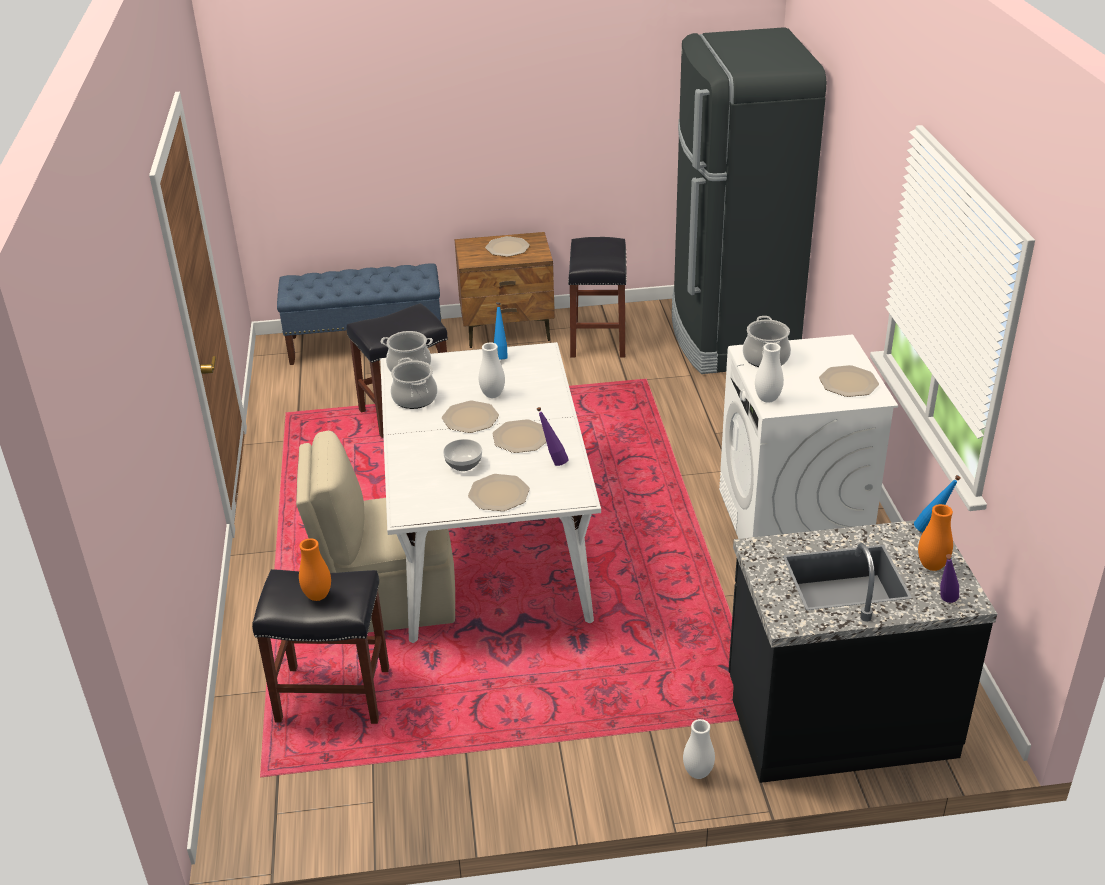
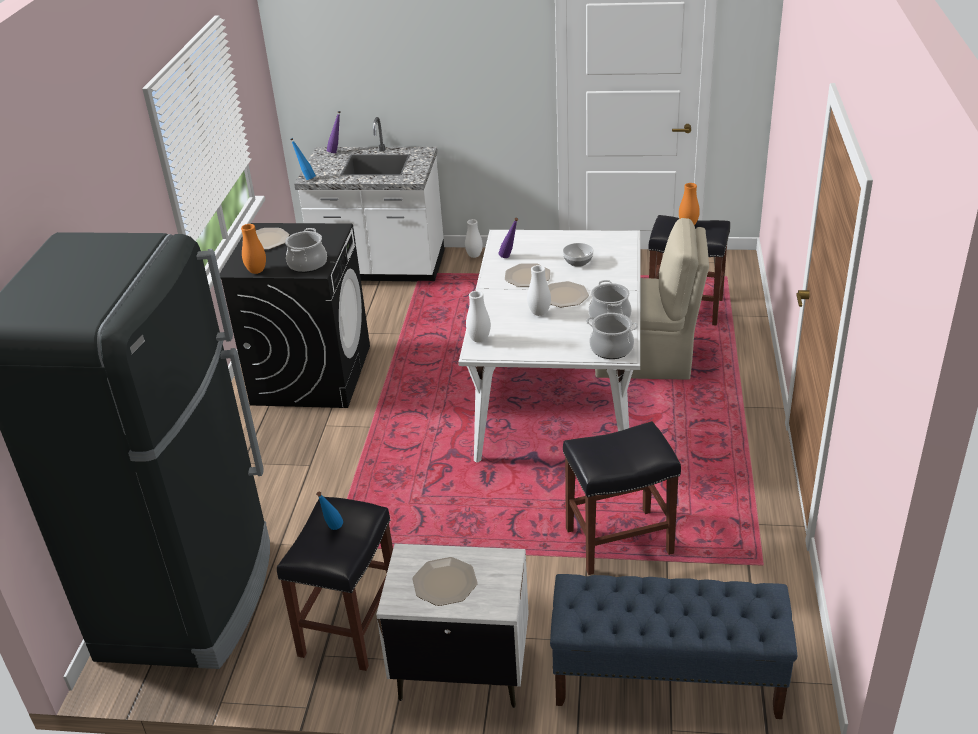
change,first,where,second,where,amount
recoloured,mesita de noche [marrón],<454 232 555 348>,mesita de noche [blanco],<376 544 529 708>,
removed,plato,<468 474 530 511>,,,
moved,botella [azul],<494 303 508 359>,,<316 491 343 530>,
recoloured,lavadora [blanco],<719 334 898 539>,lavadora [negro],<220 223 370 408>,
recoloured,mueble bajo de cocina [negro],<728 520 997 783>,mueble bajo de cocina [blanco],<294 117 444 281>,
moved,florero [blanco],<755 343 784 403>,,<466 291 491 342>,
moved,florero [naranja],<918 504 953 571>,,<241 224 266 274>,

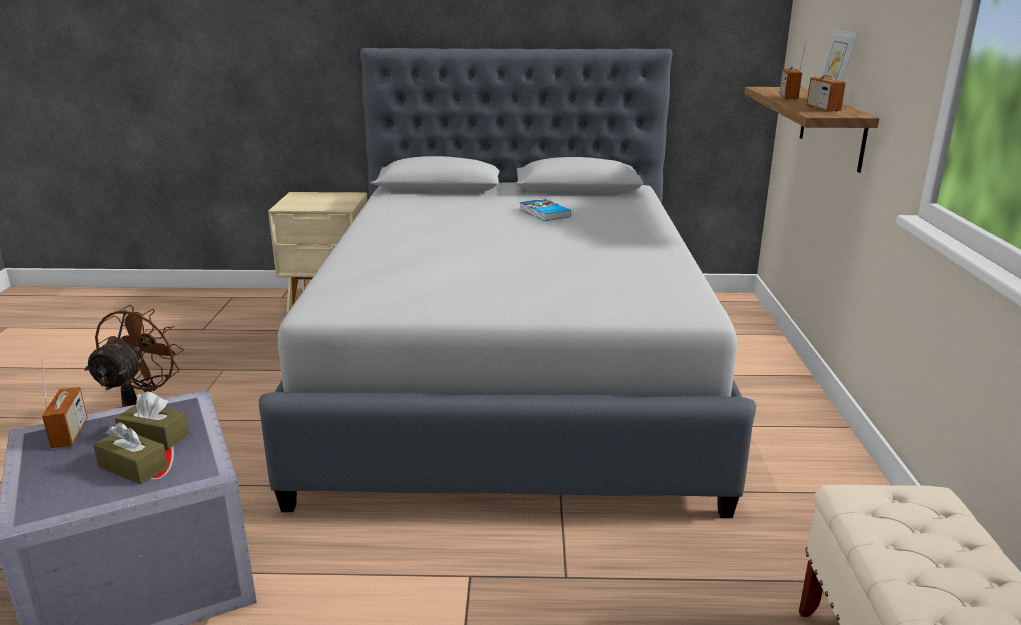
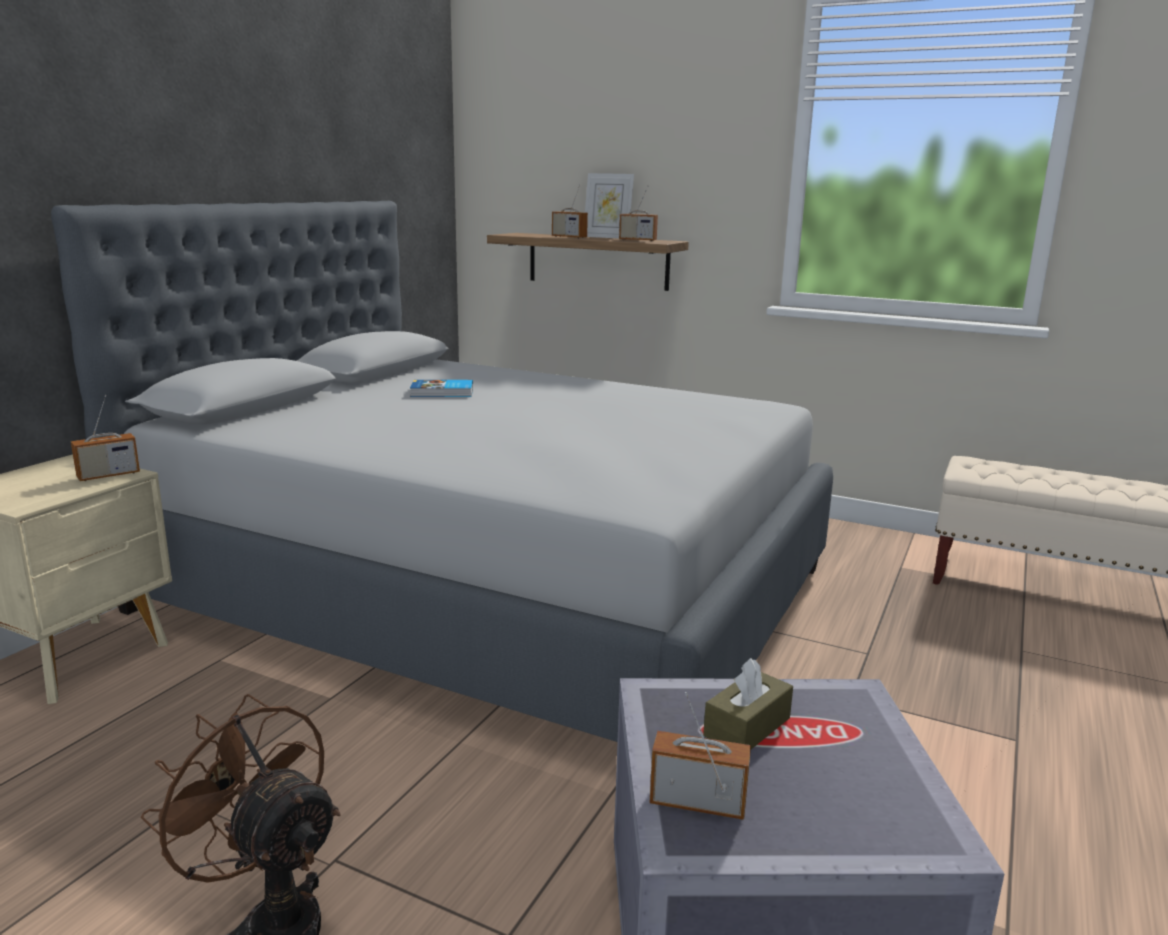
change,first,where,second,where,amount
removed,caja de pañuelos [marrón],<93 422 168 485>,,,
added,,,radio,<71 395 140 481>,

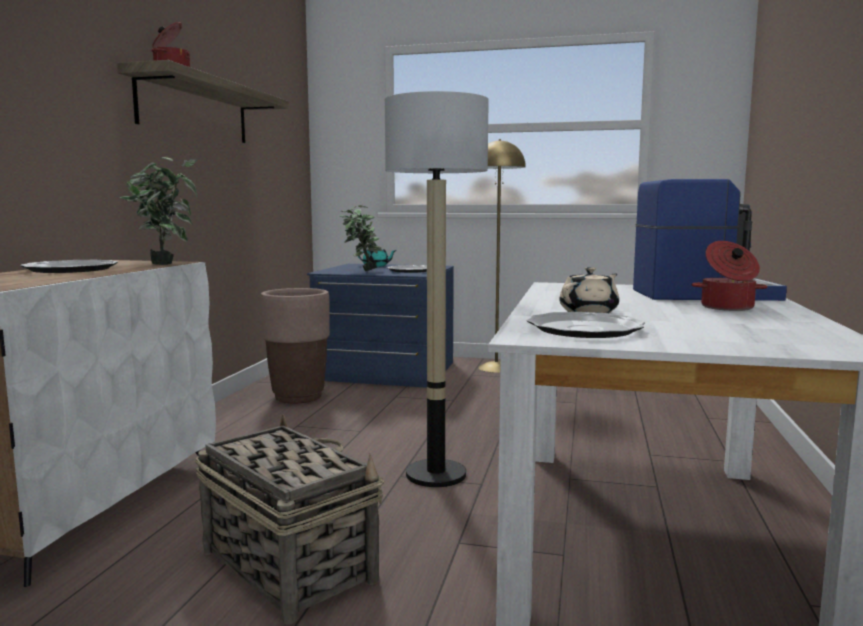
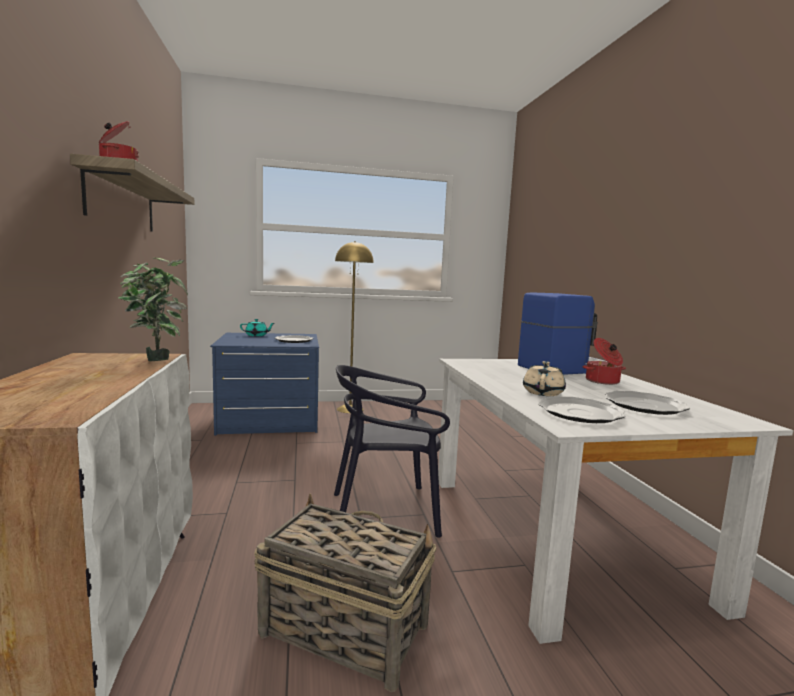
change,first,where,second,where,amount
moved,plato,<20 260 118 273>,,<605 391 690 415>,
removed,maceta [marrón],<260 288 330 403>,,,
removed,planta en maceta,<340 205 383 271>,,,
replaced,lámpara de pie,<385 91 489 487>,silla [negro],<334 365 450 538>,

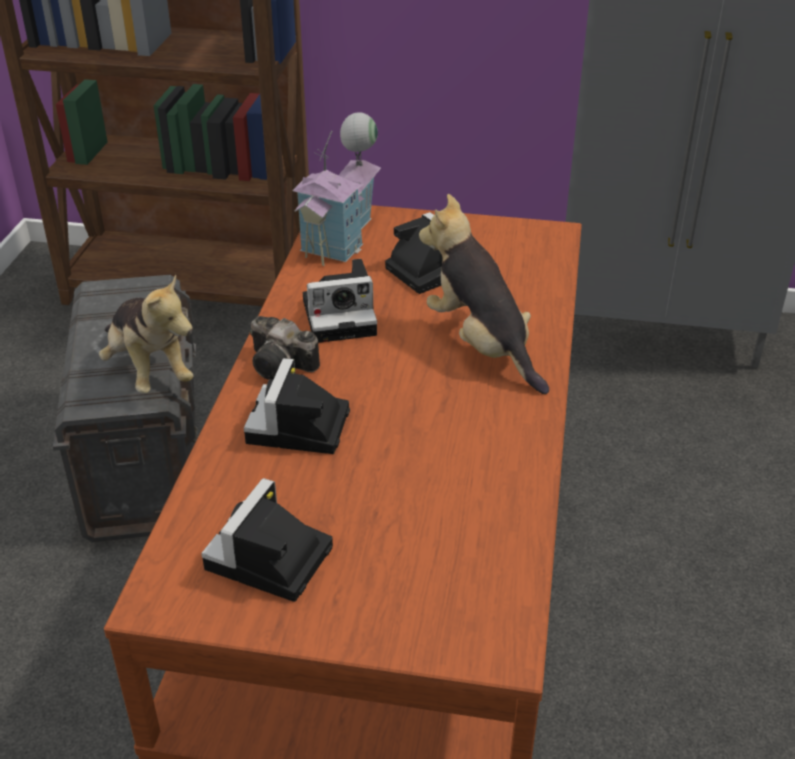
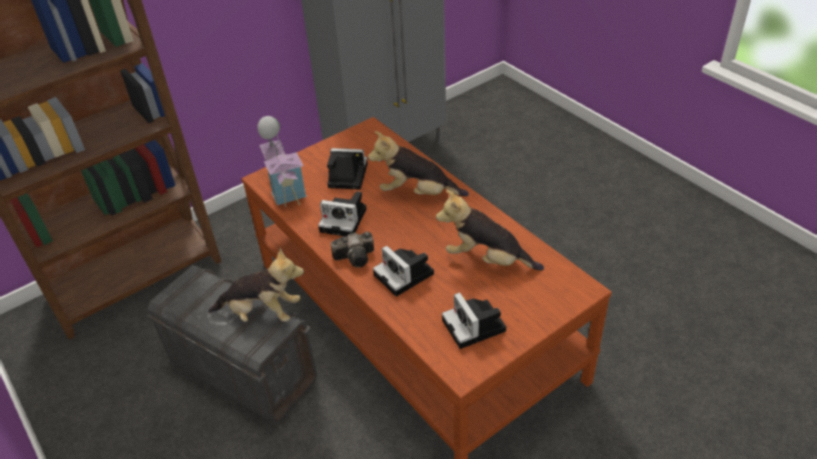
change,first,where,second,where,amount
turned,cámara,<303 259 377 343>,,<318 191 367 236>,75 degrees clockwise
added,,,peluche,<436 190 544 270>,

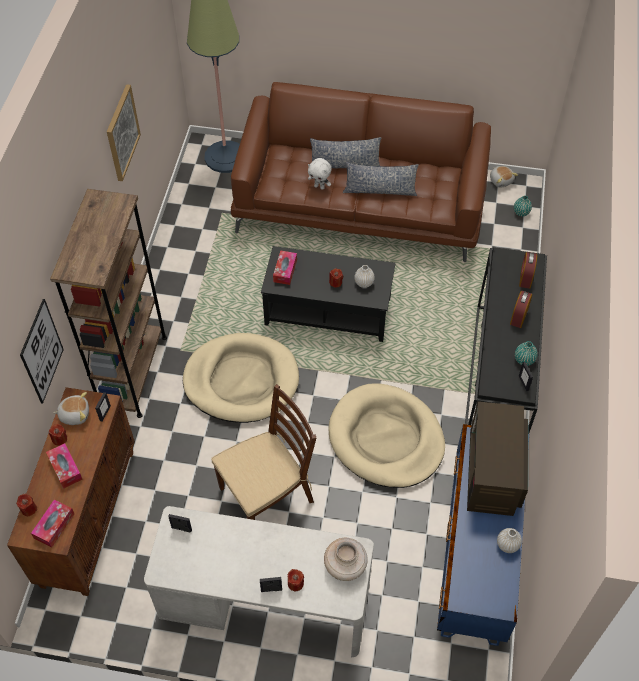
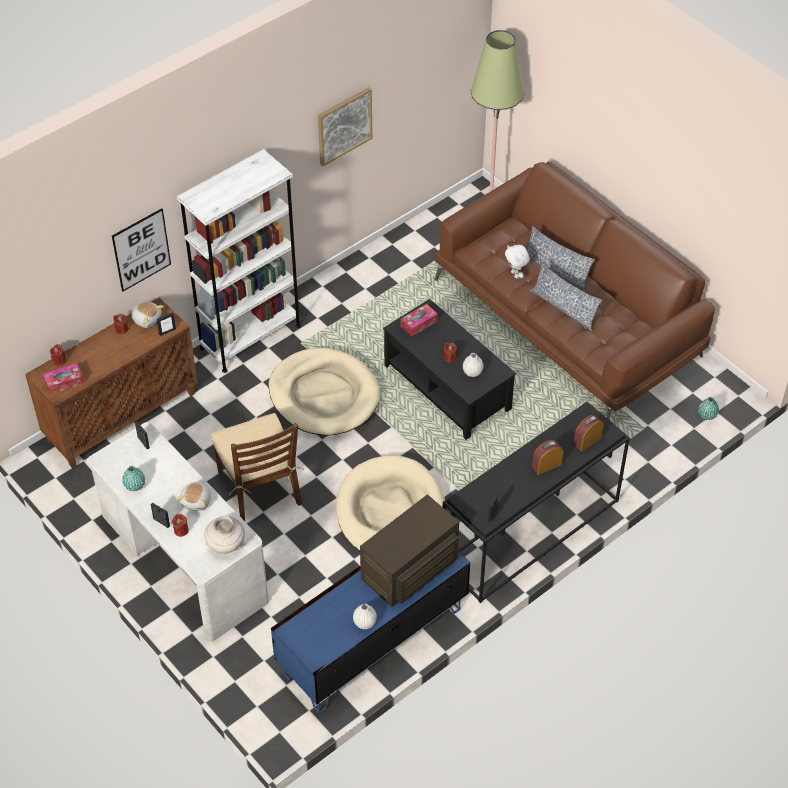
change,first,where,second,where,amount
removed,caja de pañuelos,<46 443 83 489>,,,
recoloured,estantería [marrón],<50 189 167 418>,estantería [blanco],<177 149 301 373>,
turned,silla [marrón],<211 384 316 520>,,<210 413 304 521>,60 degrees clockwise
moved,peluche,<490 166 518 187>,,<176 481 211 511>,
moved,florero [turquesa],<515 341 538 366>,,<122 466 145 491>,

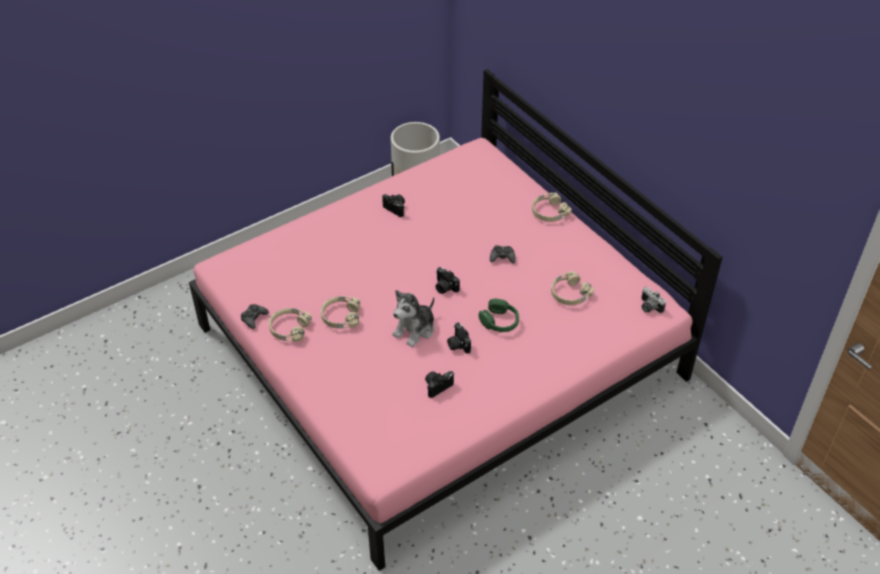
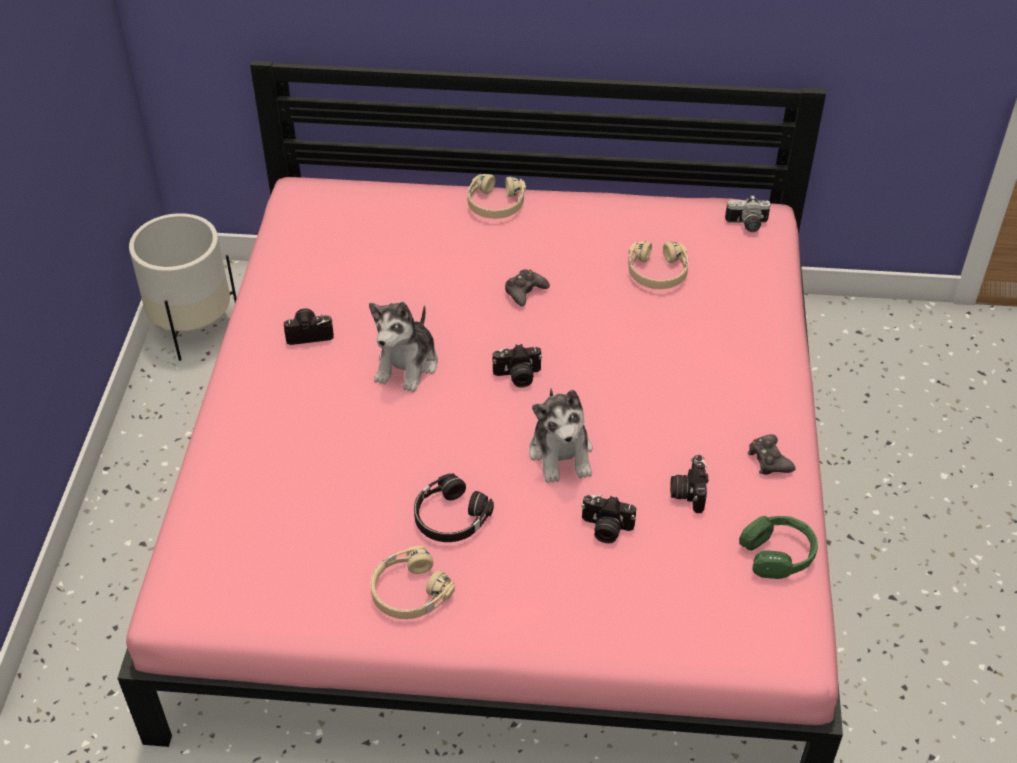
change,first,where,second,where,amount
moved,mando de consola [negro],<241 304 269 329>,,<747 434 795 475>,
recoloured,auriculares [beis],<321 296 360 328>,auriculares [negro],<414 473 494 542>,
moved,cámara,<447 322 471 354>,,<581 495 636 543>,
moved,auriculares [verde],<479 298 519 332>,,<739 516 818 579>,
added,,,peluche,<369 302 438 392>,

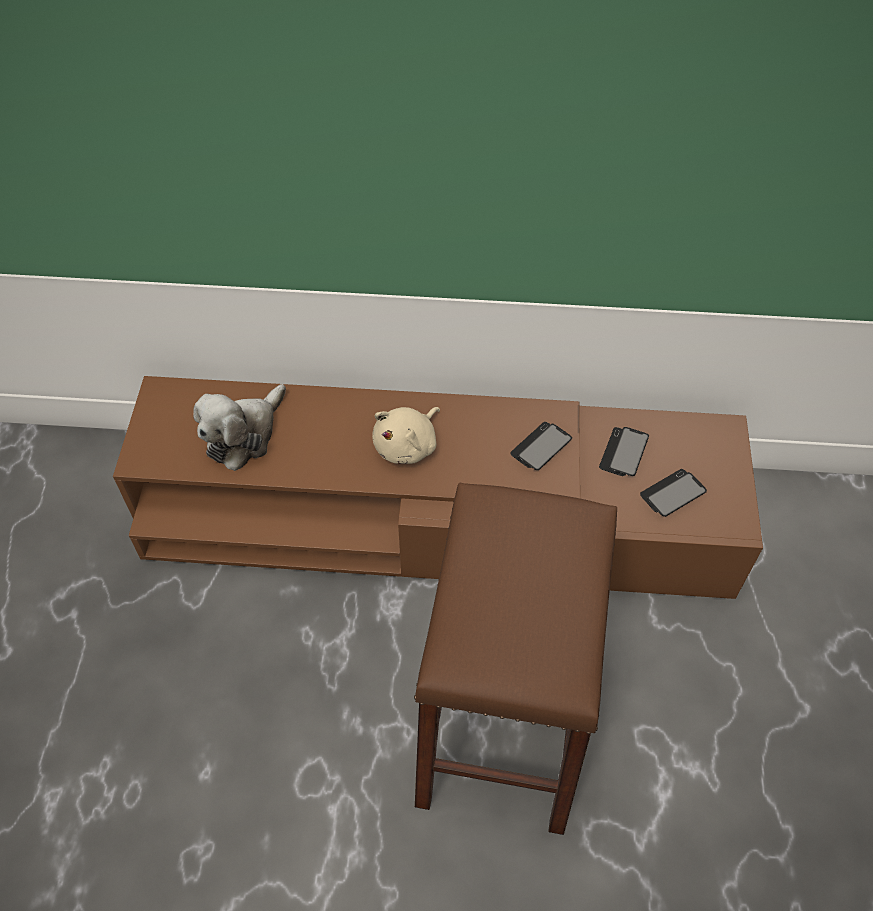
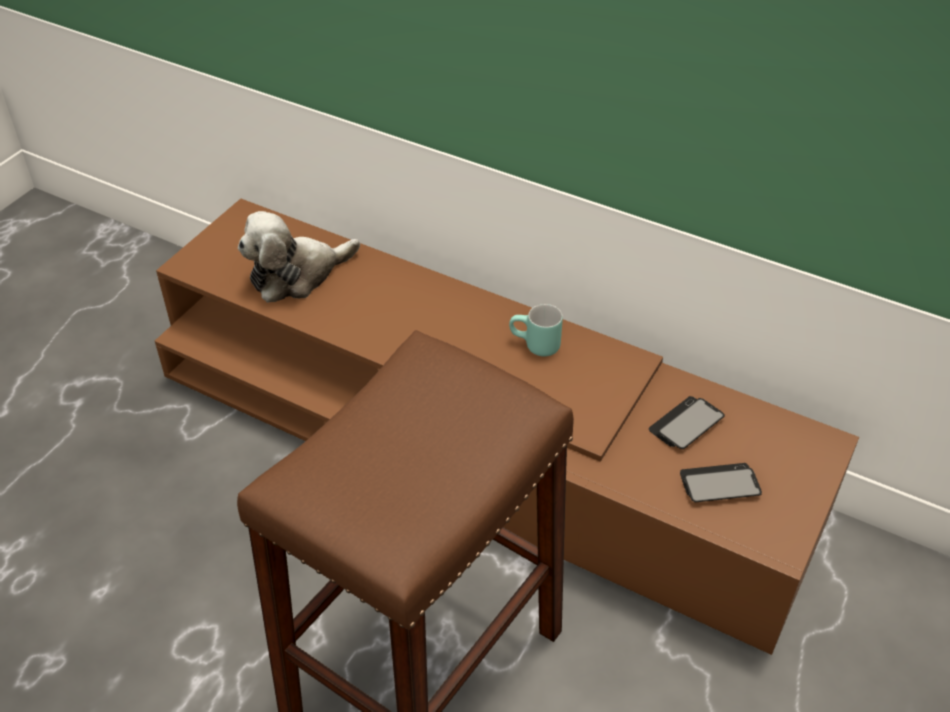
change,first,where,second,where,amount
removed,peluche [beis],<372 407 440 464>,,,
removed,móvil,<510 422 572 470>,,,
added,,,taza grande [turquesa],<509 304 563 357>,

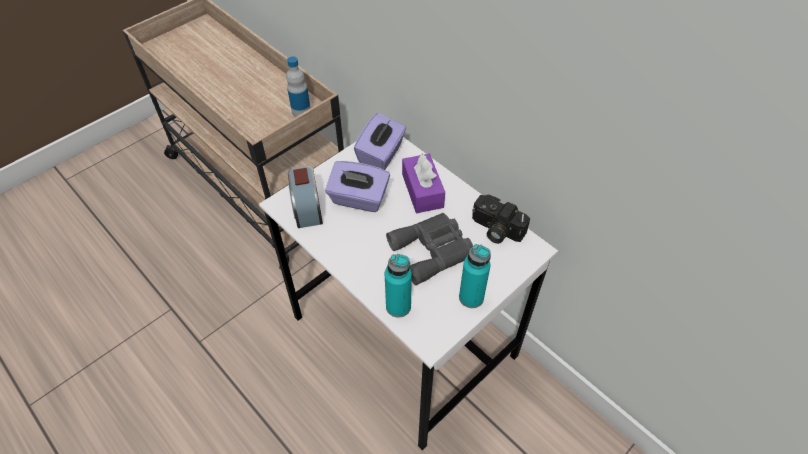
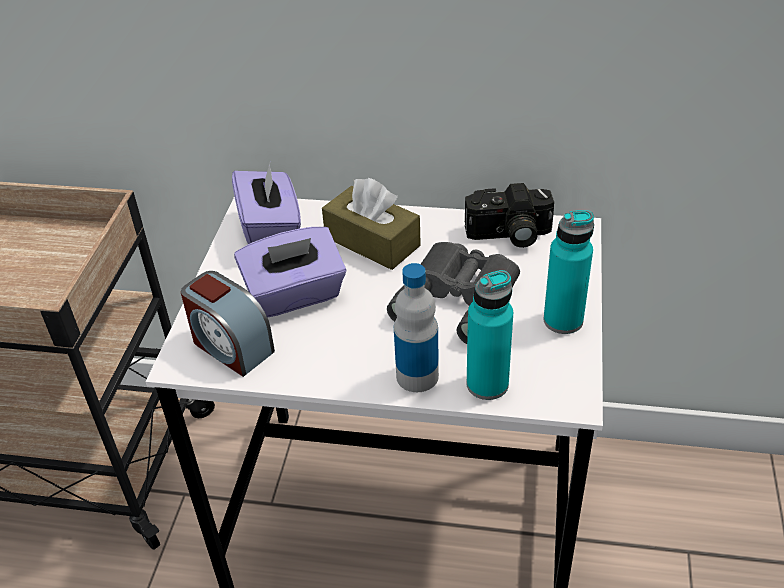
change,first,where,second,where,amount
moved,botella,<286 56 310 117>,,<394 263 439 392>,
recoloured,caja de pañuelos [morado],<402 154 445 213>,caja de pañuelos [marrón],<322 178 421 270>,

